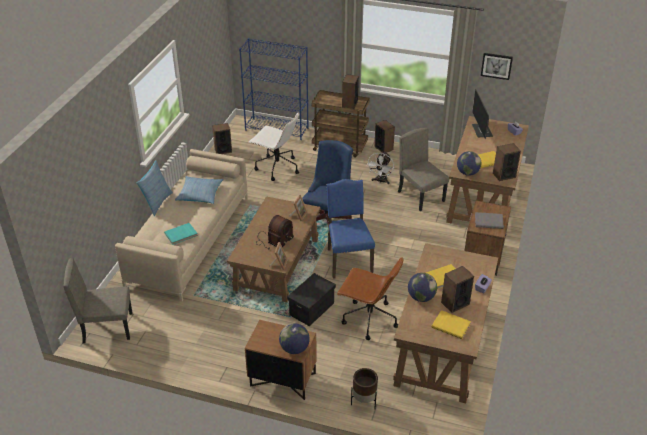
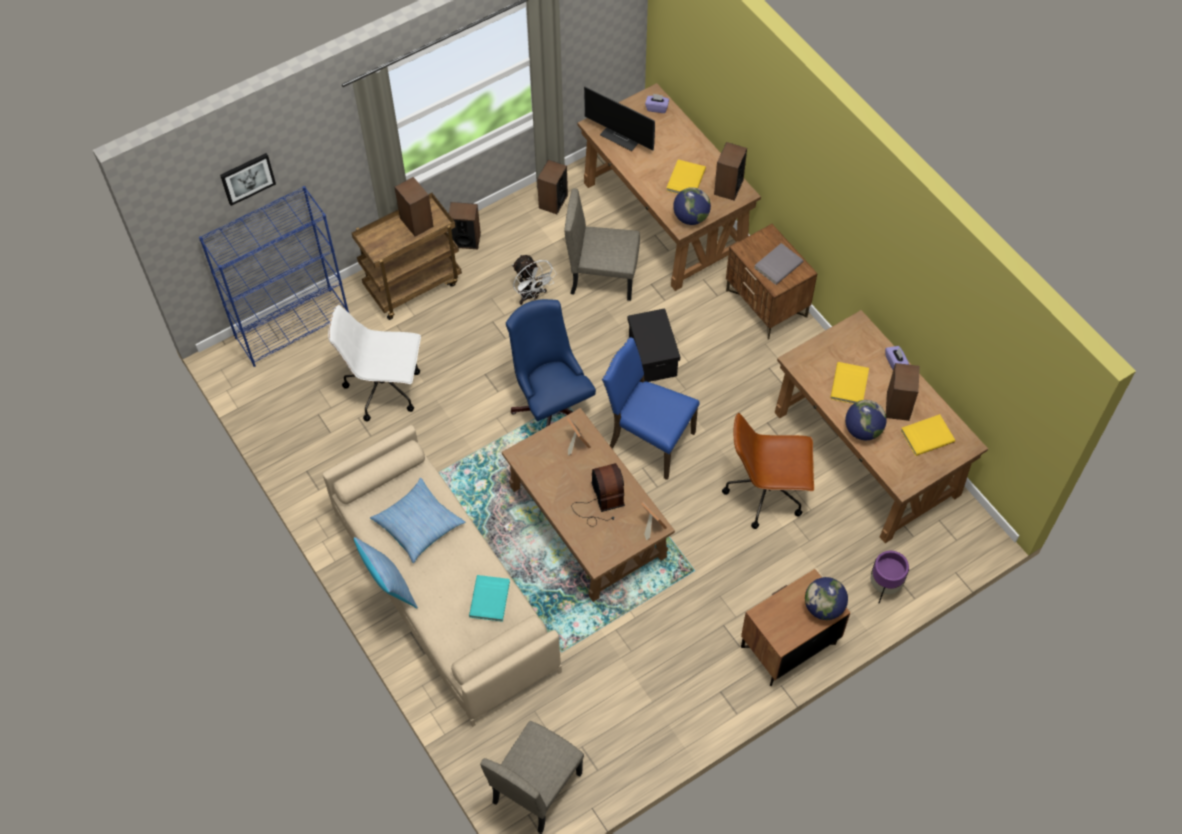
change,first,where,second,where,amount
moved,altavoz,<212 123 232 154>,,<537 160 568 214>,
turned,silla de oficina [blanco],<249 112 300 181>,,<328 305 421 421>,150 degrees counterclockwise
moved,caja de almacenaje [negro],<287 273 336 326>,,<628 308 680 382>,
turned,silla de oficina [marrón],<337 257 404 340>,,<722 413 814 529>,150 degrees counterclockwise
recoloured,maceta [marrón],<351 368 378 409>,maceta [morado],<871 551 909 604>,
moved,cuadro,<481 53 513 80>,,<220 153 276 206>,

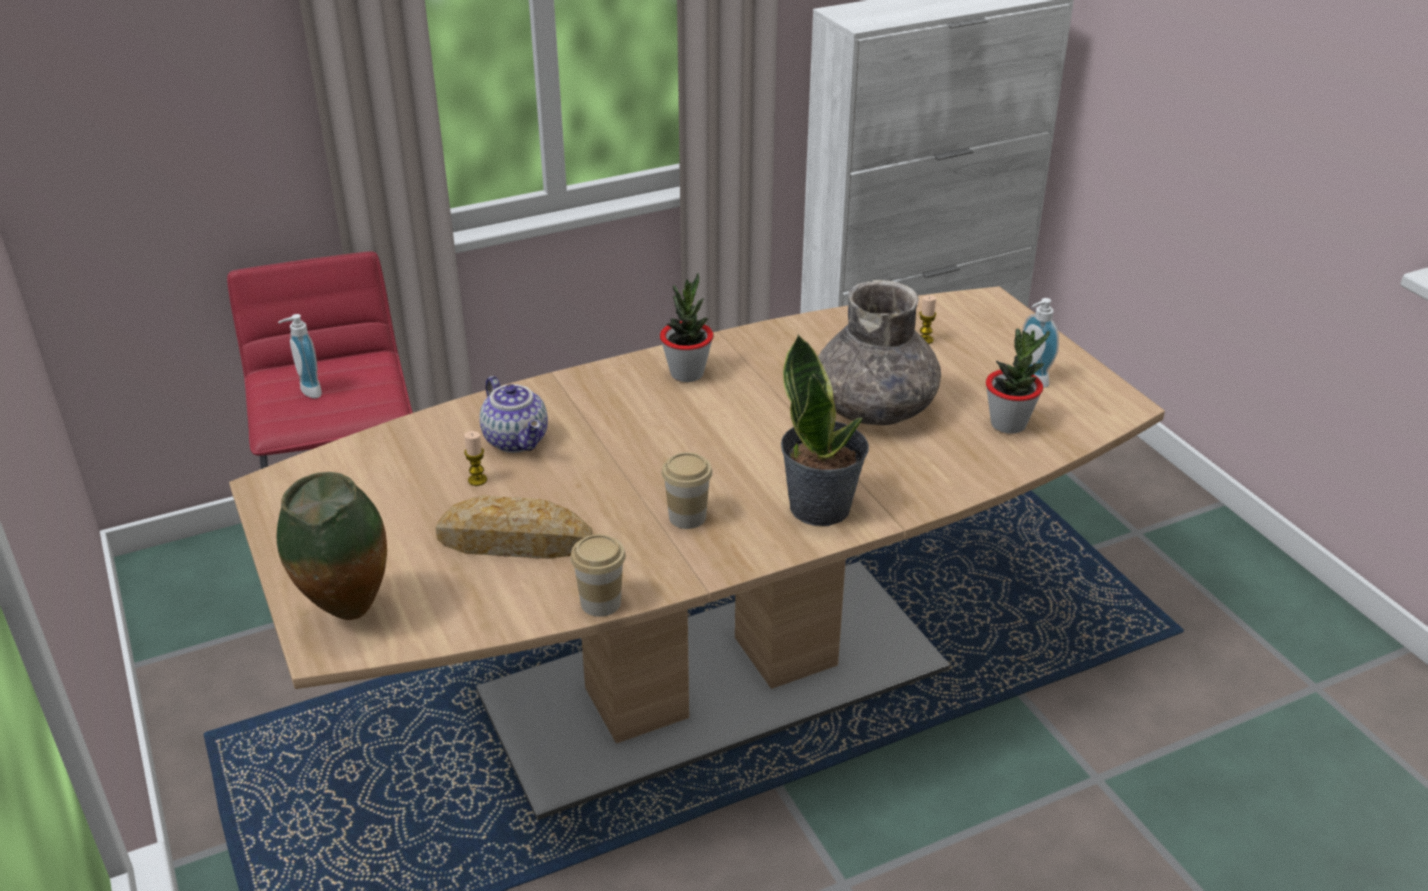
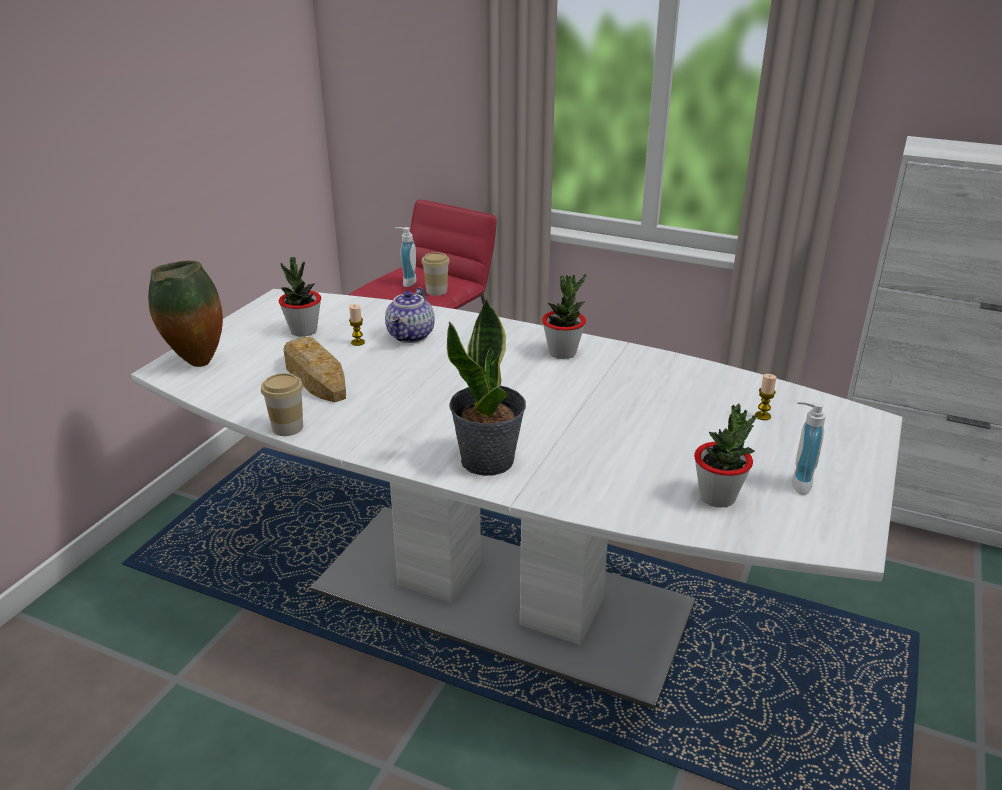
change,first,where,second,where,amount
recoloured,mesa de comedor [marrón],<229 286 1165 820>,mesa de comedor [blanco],<131 289 903 710>,
moved,taza,<662 452 712 529>,,<421 252 450 296>,
removed,florero [gris],<818 280 941 425>,,,
added,,,planta en maceta,<279 257 321 337>,

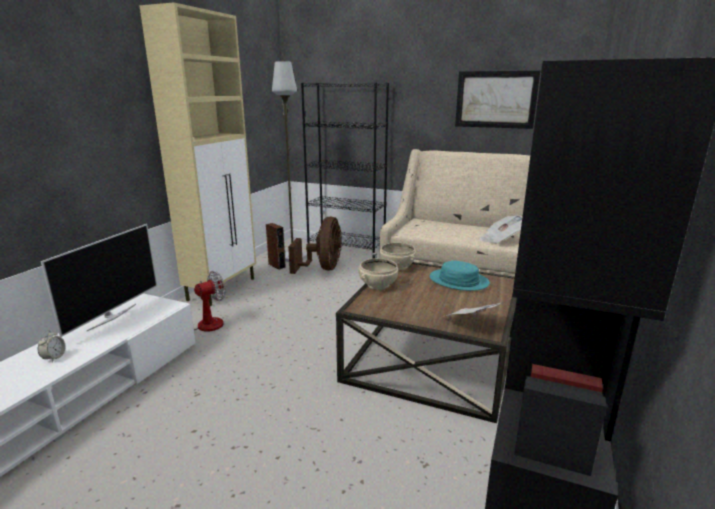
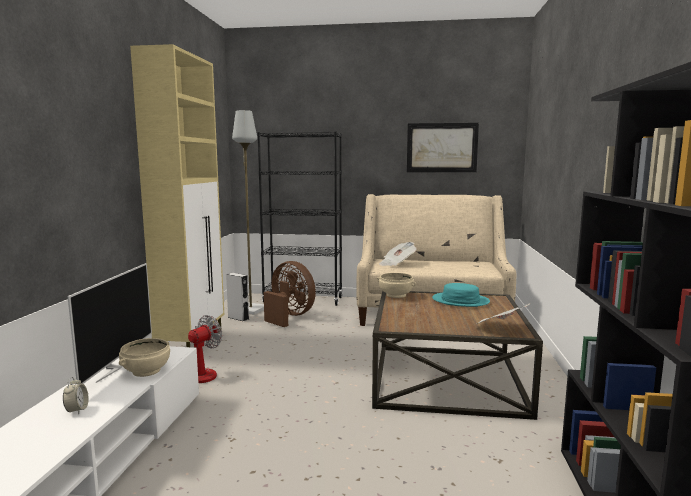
change,first,where,second,where,amount
recoloured,altavoz [marrón],<266 223 286 270>,altavoz [gris],<226 273 249 321>,
turned,ventilador [marrón],<288 217 342 274>,,<264 261 316 327>,45 degrees counterclockwise
moved,cuenco [beis],<359 258 398 290>,,<119 338 170 377>,
moved,periódico,<479 215 523 244>,,<379 242 417 266>,

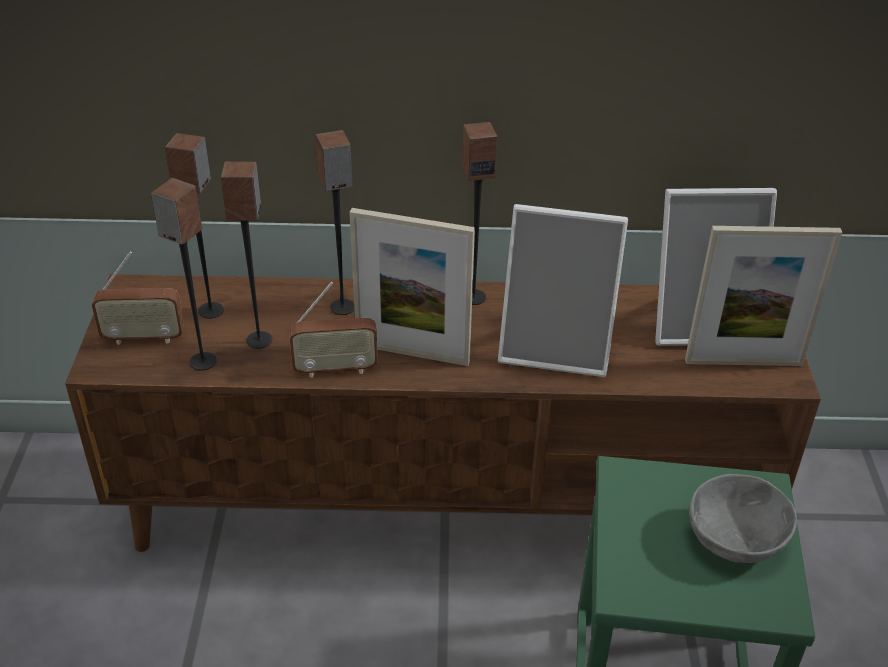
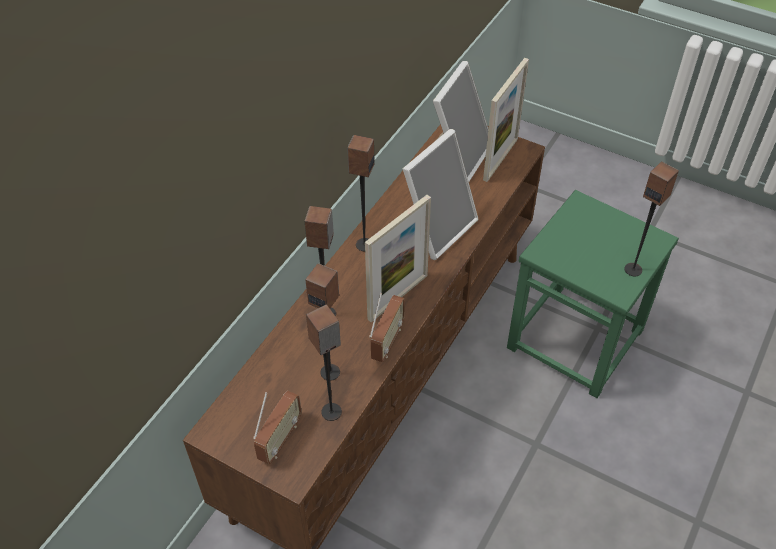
change,first,where,second,where,amount
moved,altavoz,<165 133 224 319>,,<624 162 679 277>,
removed,cuenco [gris],<689 474 797 563>,,,

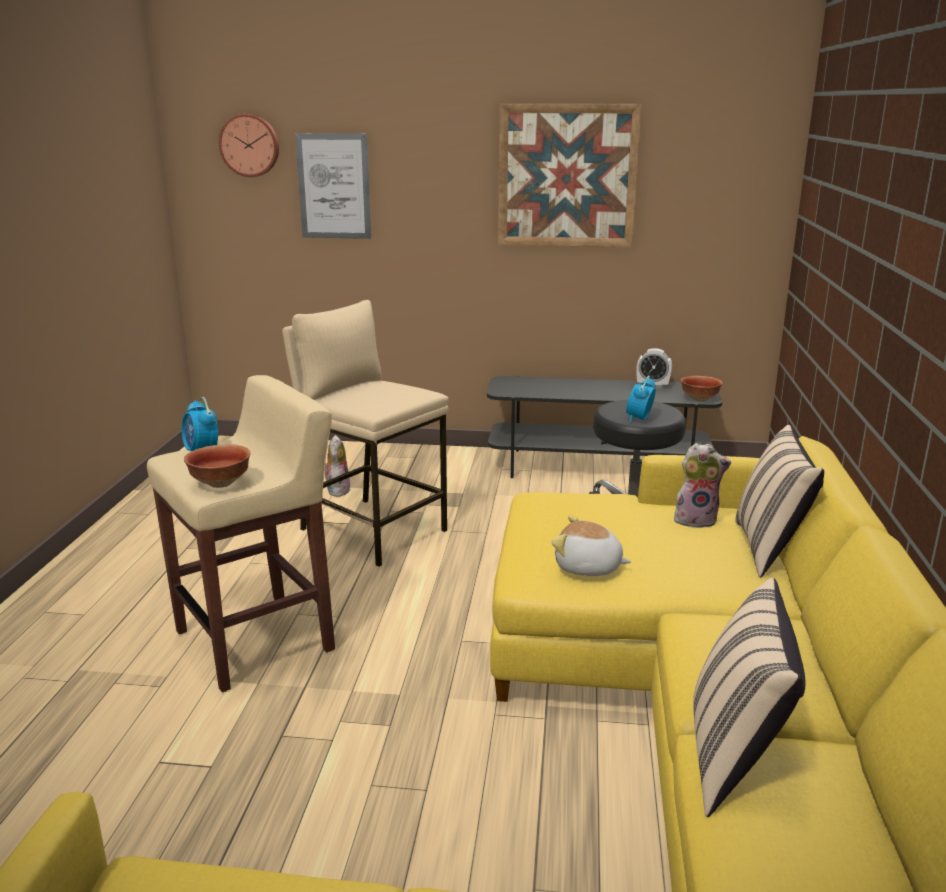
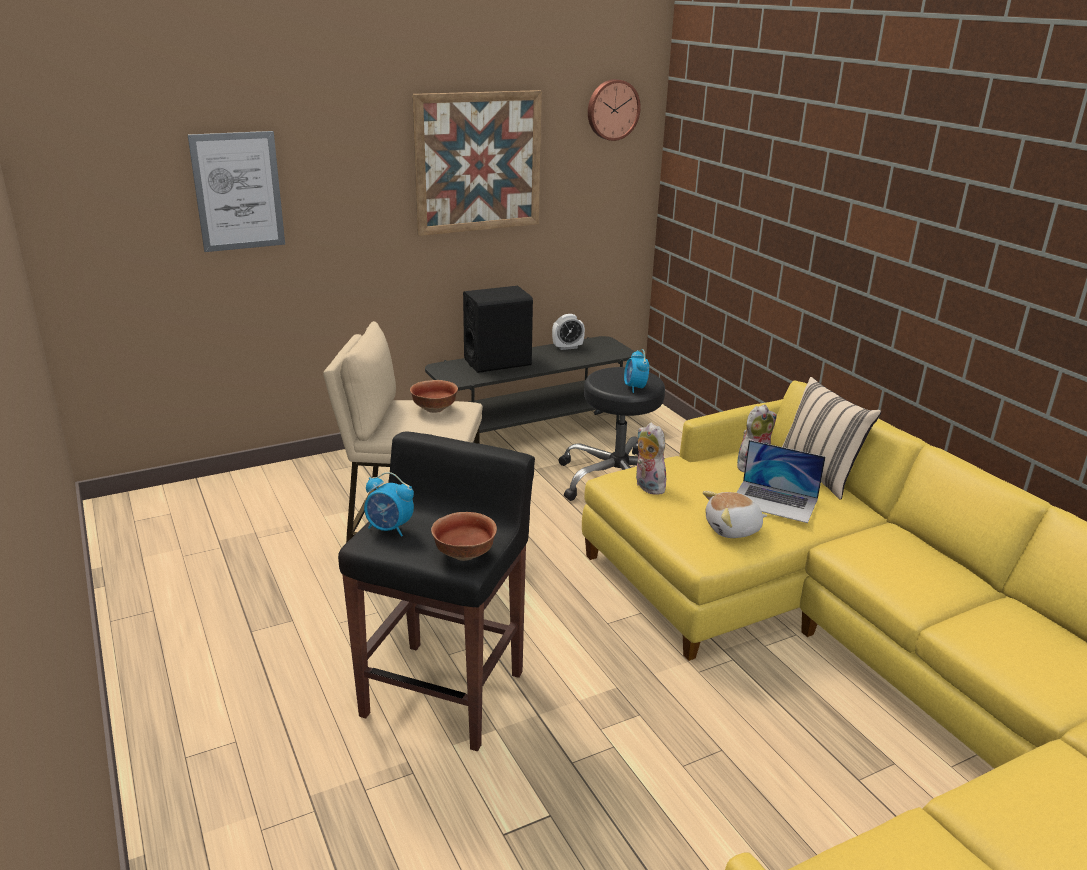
change,first,where,second,where,amount
recoloured,taburete [beis],<147 375 335 692>,taburete [negro],<338 432 535 751>,
moved,reloj de pared,<219 114 279 177>,,<588 79 641 141>,
moved,peluche,<325 435 350 497>,,<636 423 666 495>,
moved,cuenco,<681 376 722 402>,,<410 380 458 413>,
removed,cojín [beis],<693 578 806 817>,,,
added,,,altavoz [negro],<463 286 533 373>,
added,,,portátil,<736 440 825 523>,

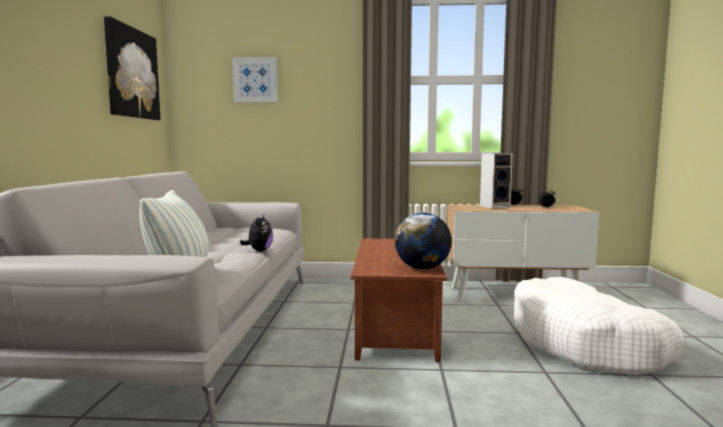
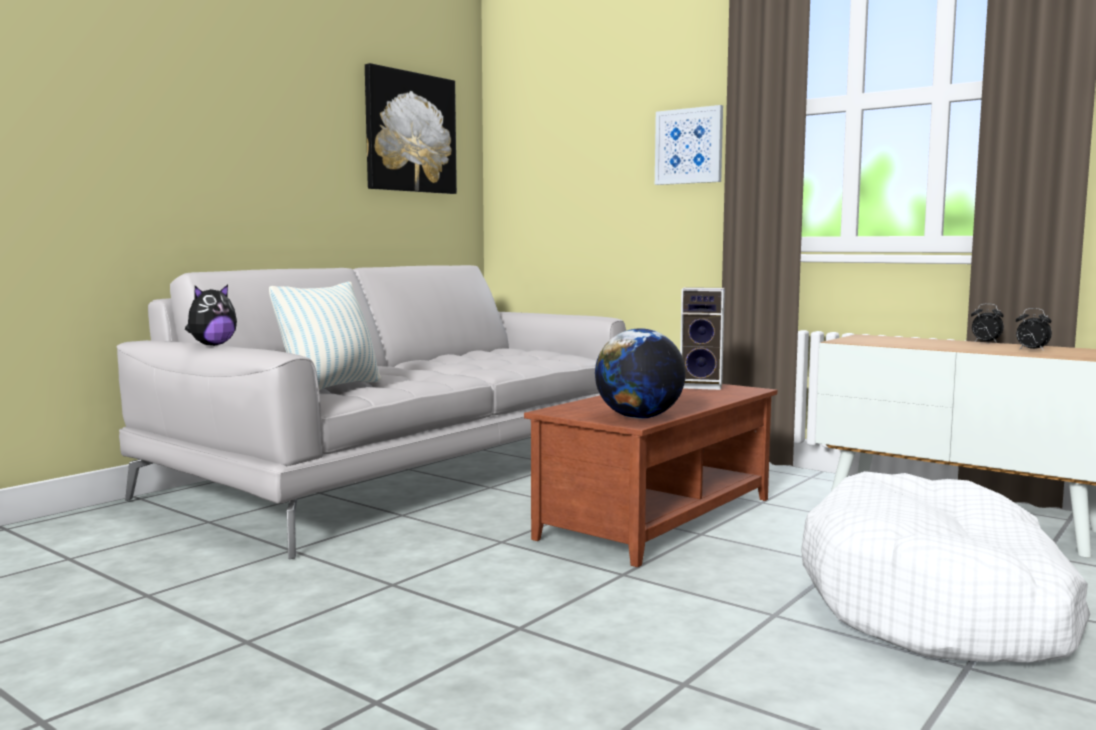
change,first,where,second,where,amount
moved,cuadro,<232 57 278 103>,,<655 105 723 185>,
moved,peluche,<240 215 273 251>,,<185 285 237 346>,
moved,altavoz,<480 153 513 208>,,<680 287 725 390>,

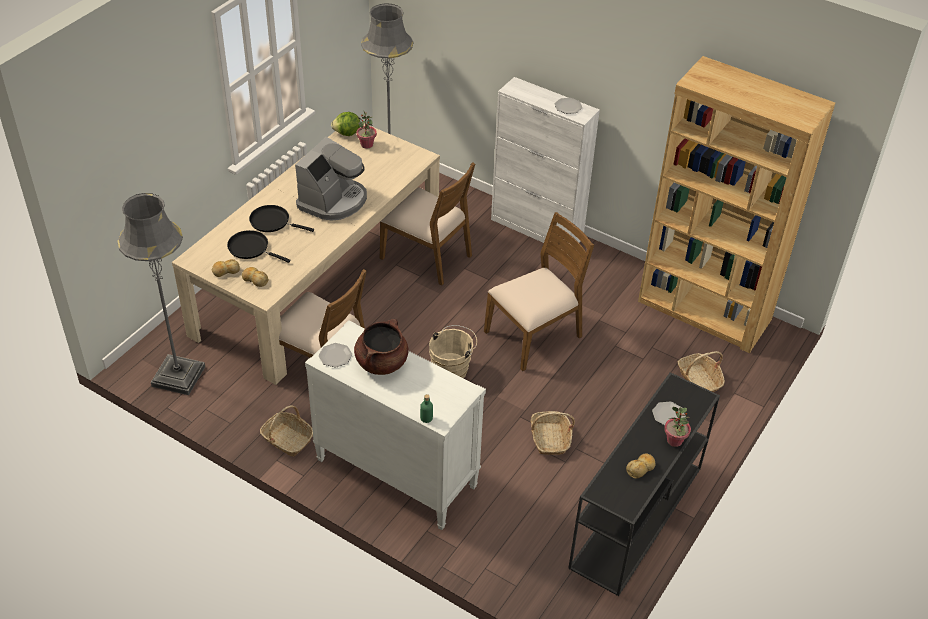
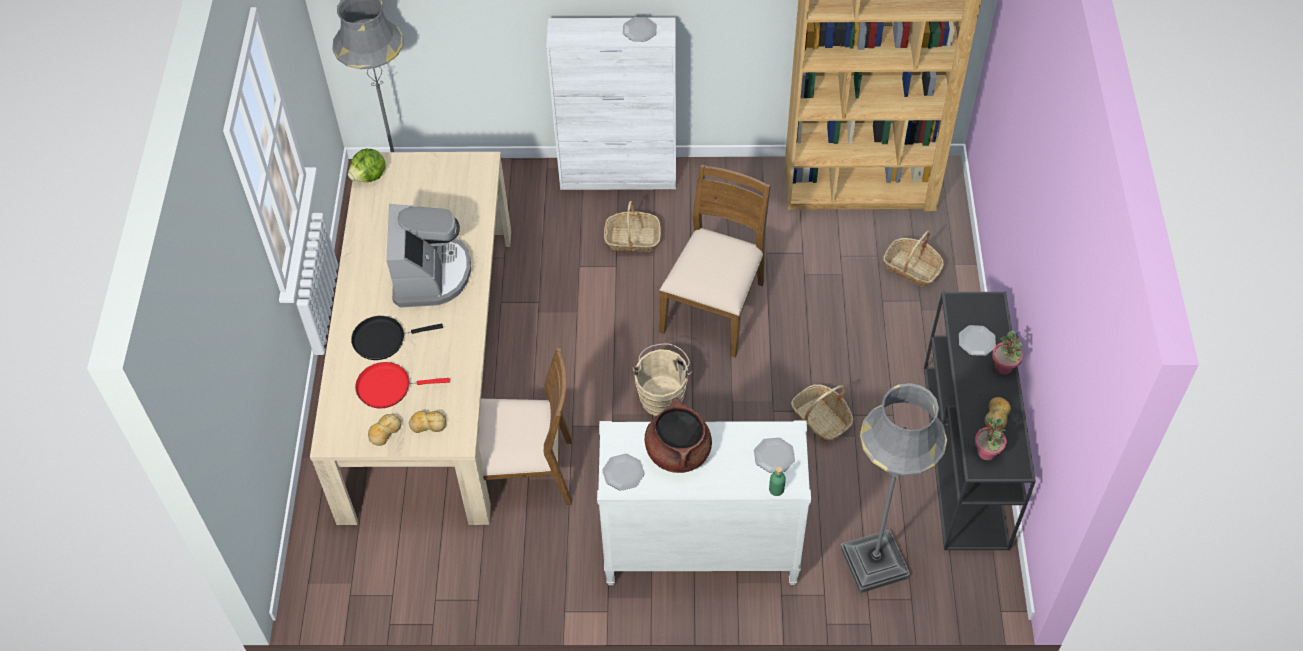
change,first,where,second,where,amount
moved,lámpara de pie [gris],<117 193 205 395>,,<840 383 947 593>,
recoloured,sartén [negro],<227 230 290 263>,sartén [rojo],<355 362 450 408>,
moved,cesta,<260 405 313 456>,,<604 201 661 252>,
moved,planta en maceta,<356 110 377 149>,,<975 417 1007 460>,
removed,silla [marrón],<380 162 475 286>,,,
added,,,plato,<754 437 795 473>,

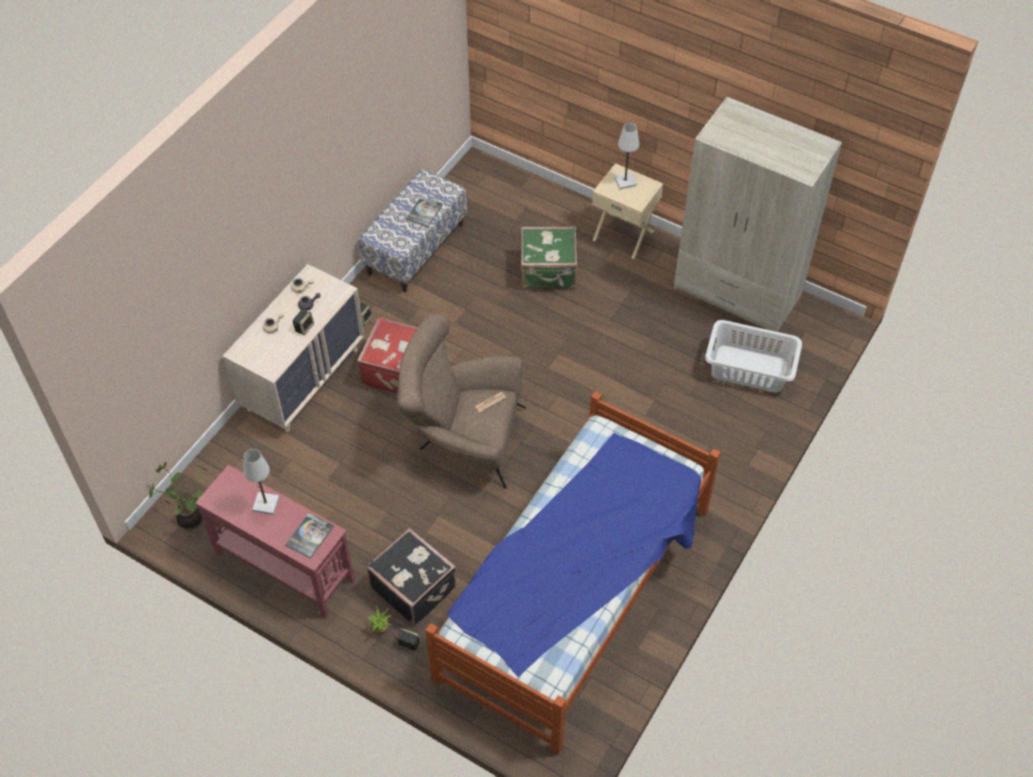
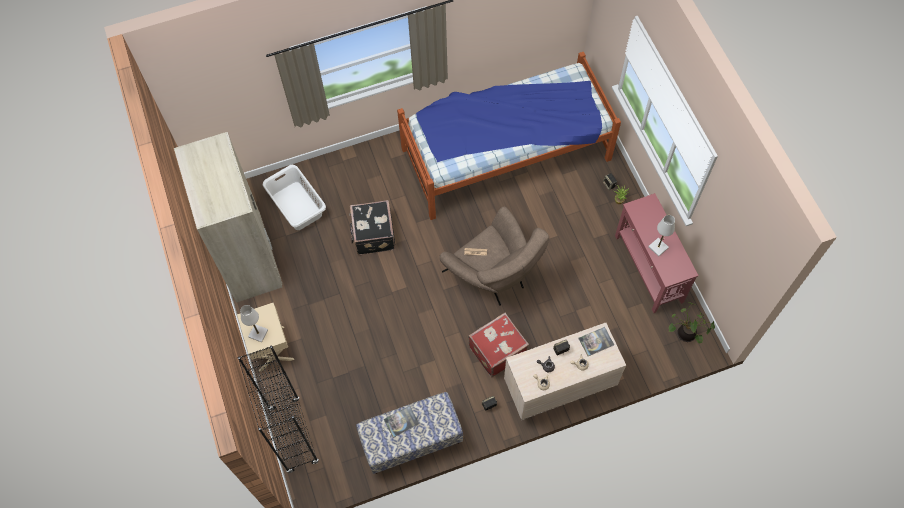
change,first,where,second,where,amount
moved,libro,<285 513 334 558>,,<578 327 614 356>,
moved,maleta [negro],<366 528 456 626>,,<349 200 396 255>,
removed,maleta [verde],<521 226 577 289>,,,
added,,,estantería [negro],<238 345 319 473>,

